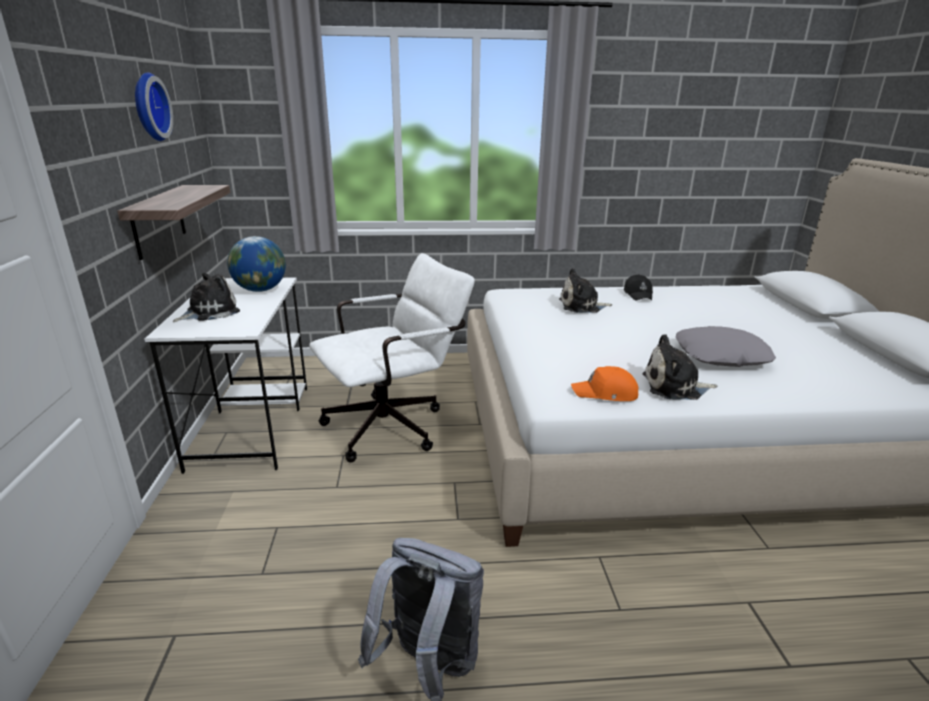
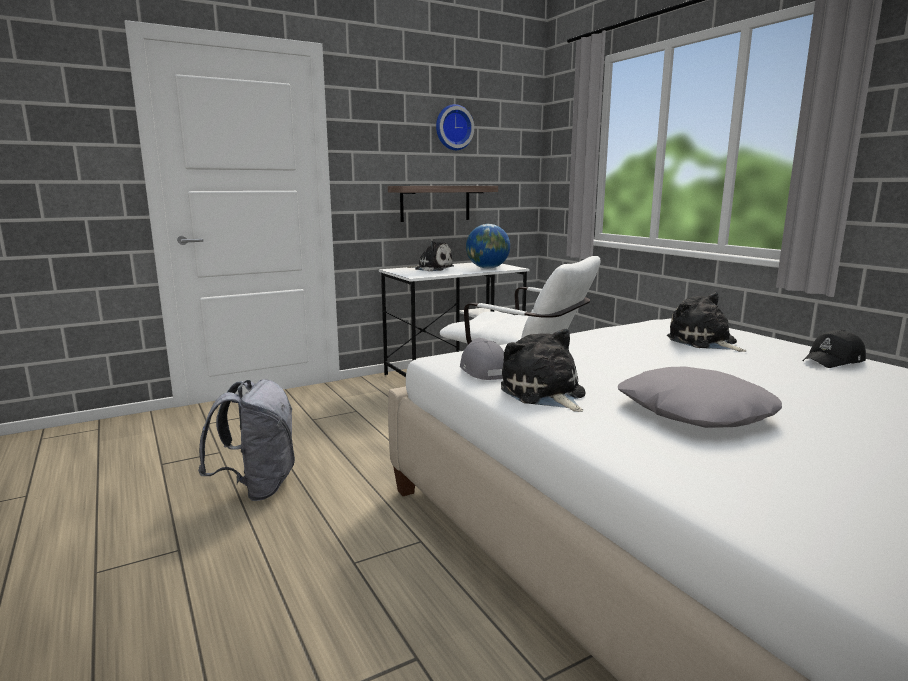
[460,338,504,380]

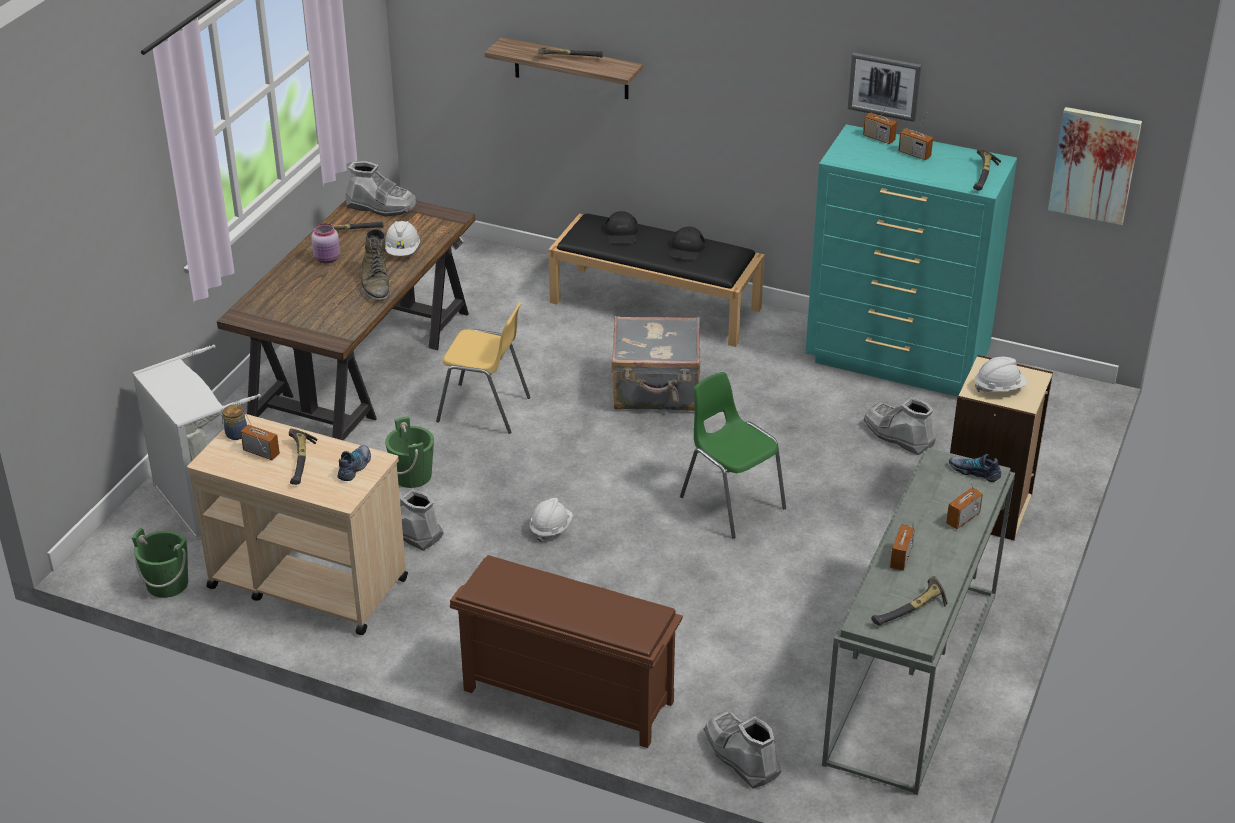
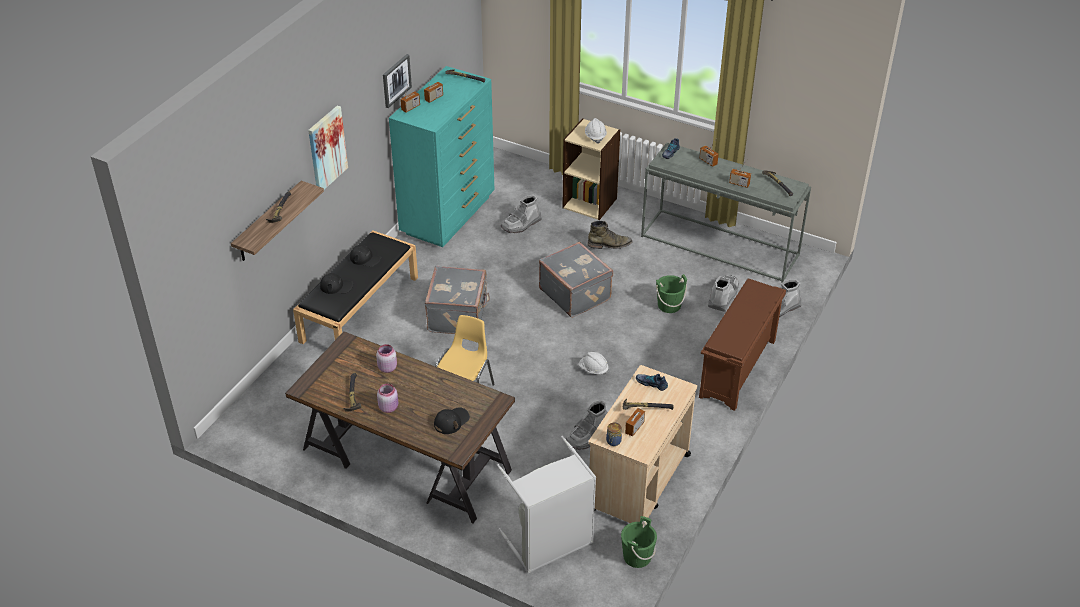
[308,106,348,190]
[708,275,739,312]
[376,344,397,373]
[587,221,633,249]
[539,242,613,318]
[656,274,687,313]
[434,407,470,434]

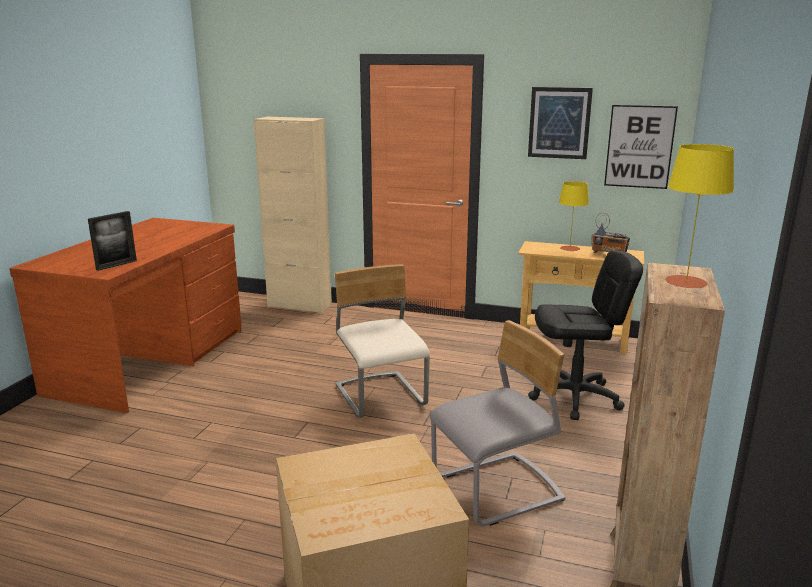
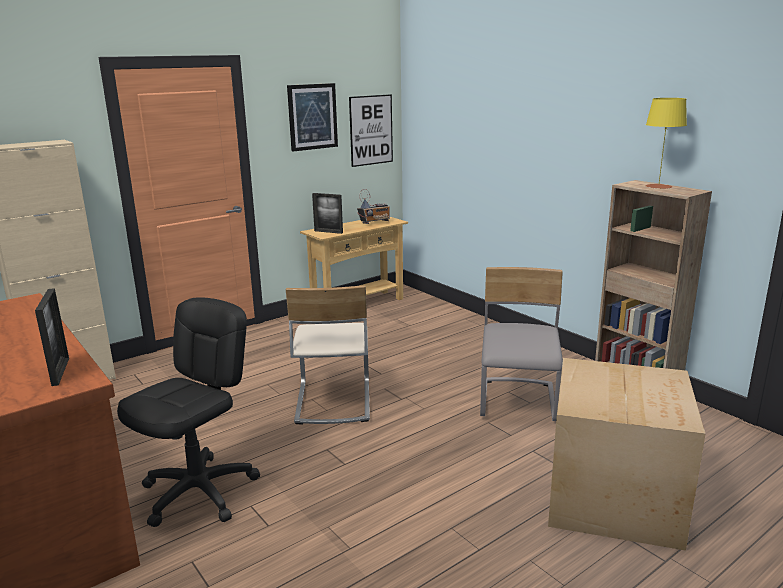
[559,181,589,251] (first image)
[117,297,260,527]
[286,285,370,425]
[312,193,343,234]

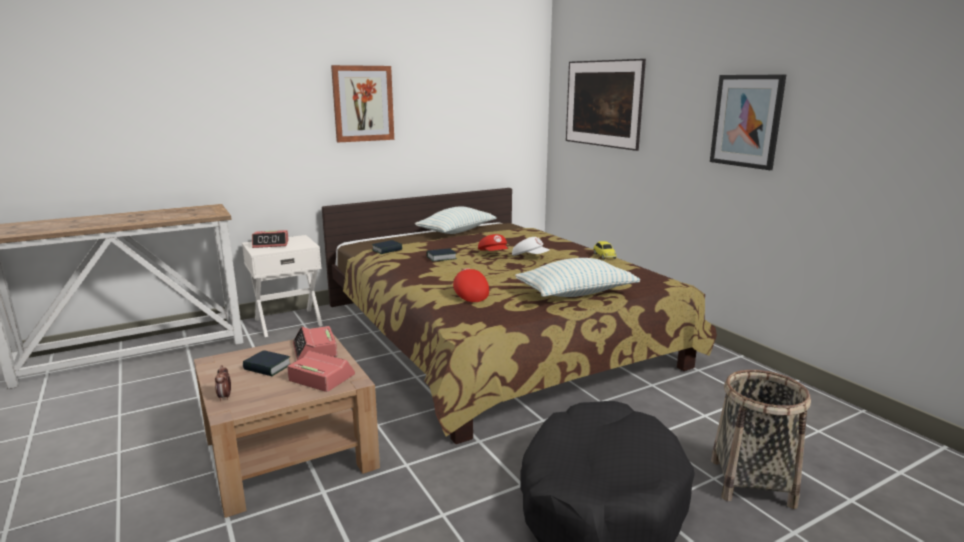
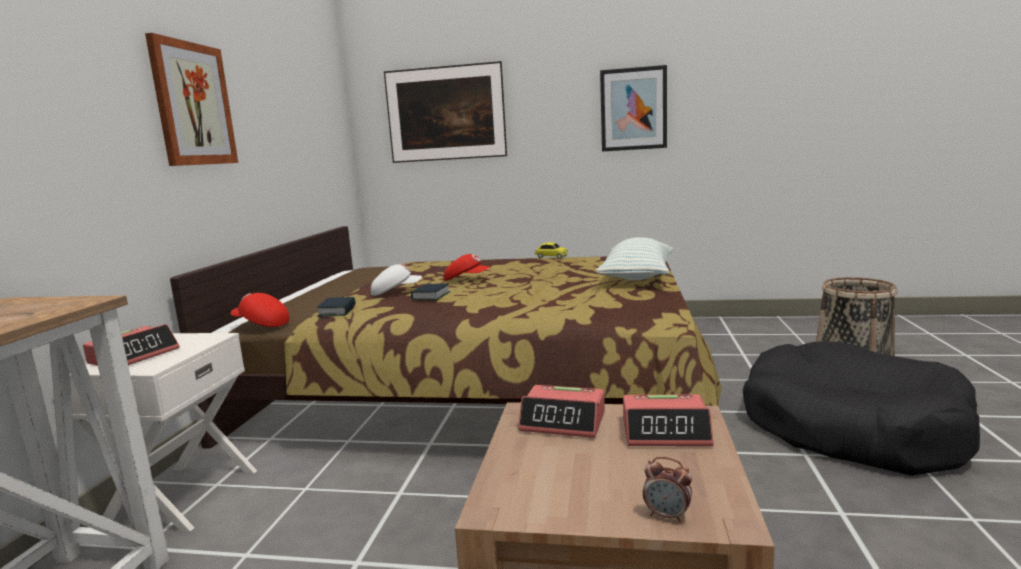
[415,207,496,234] (first image)
[371,264,422,296]
[231,293,289,327]
[243,350,290,376] (first image)
[623,394,714,446]

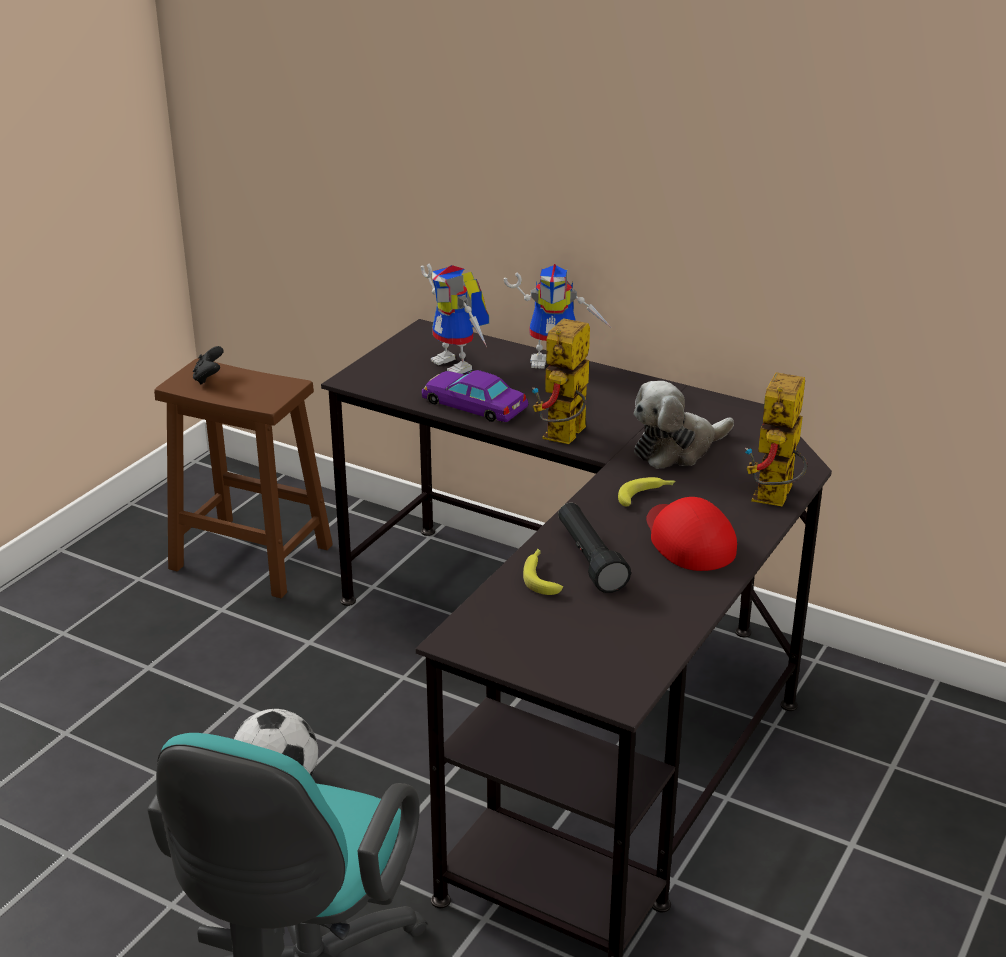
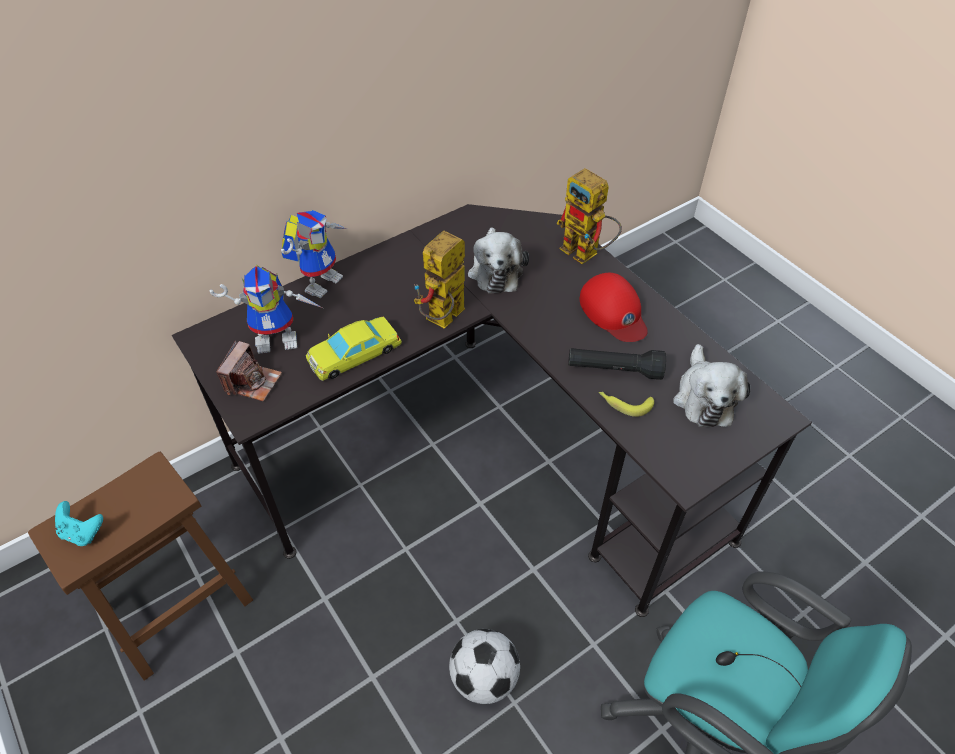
[414,230,465,329]
[55,501,103,546]
[306,317,402,381]
[618,477,675,506] (first image)
[580,273,648,342]
[217,341,282,401]
[673,344,750,427]

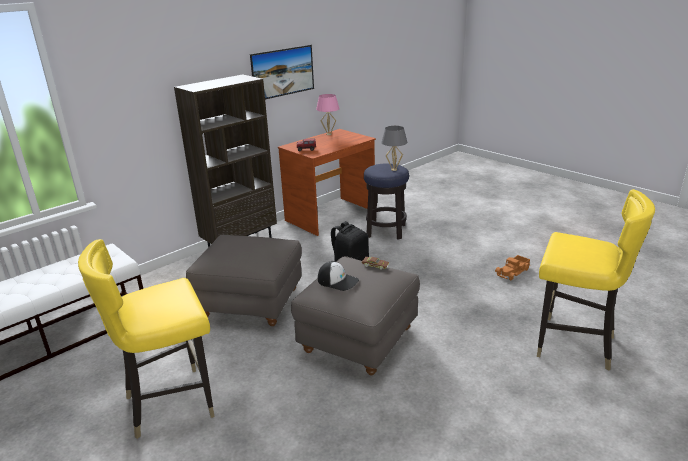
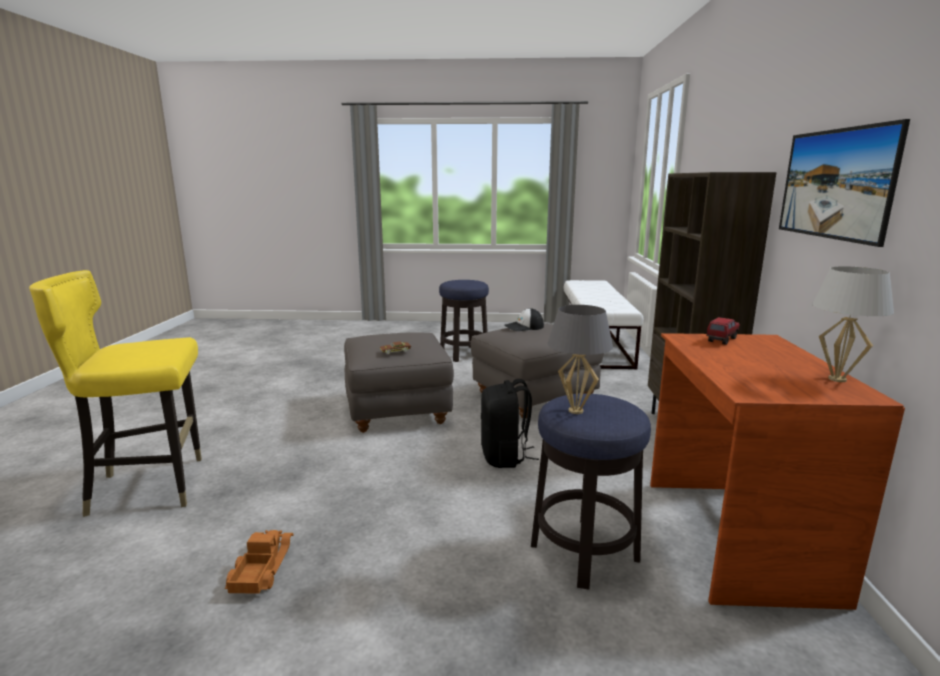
[812,266,894,382]
[439,280,489,362]
[505,308,544,331]

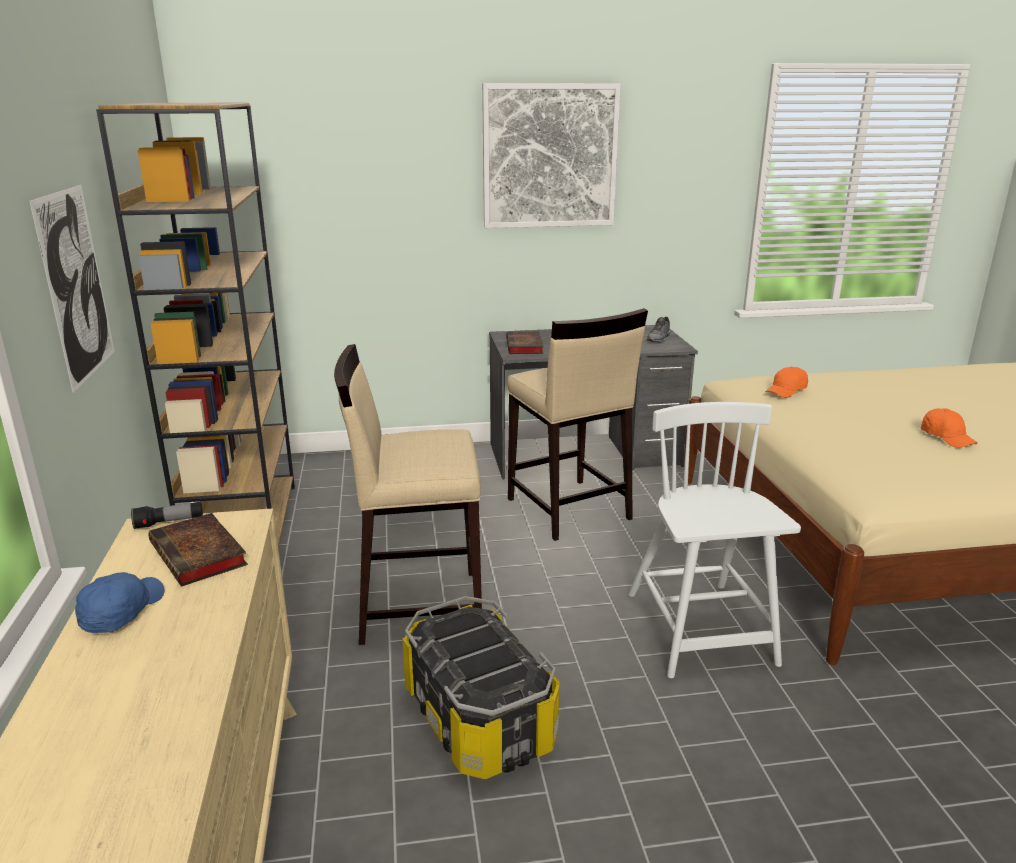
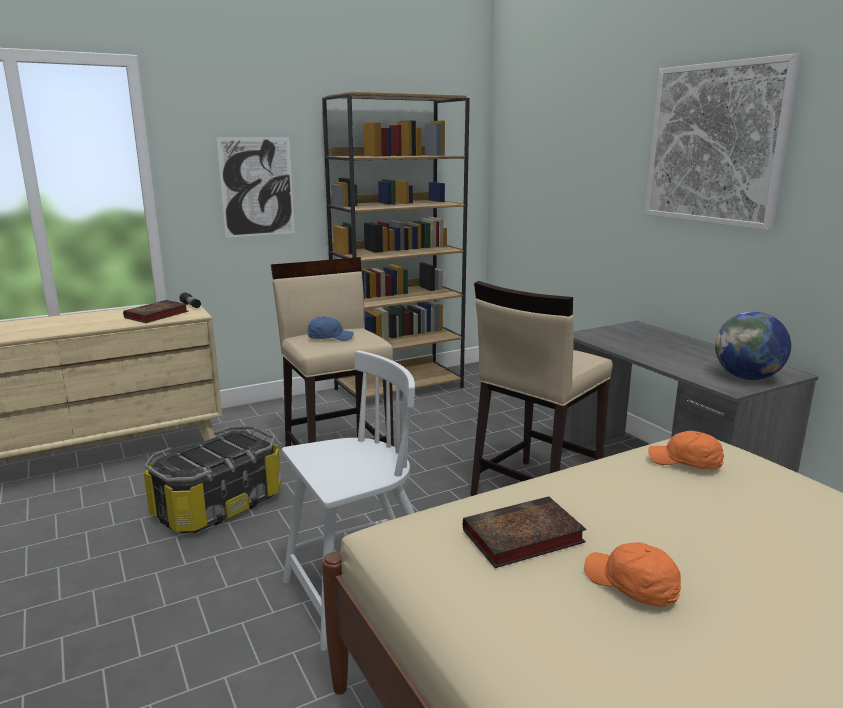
[715,312,791,380]
[463,496,586,568]
[584,542,681,607]
[307,317,354,341]

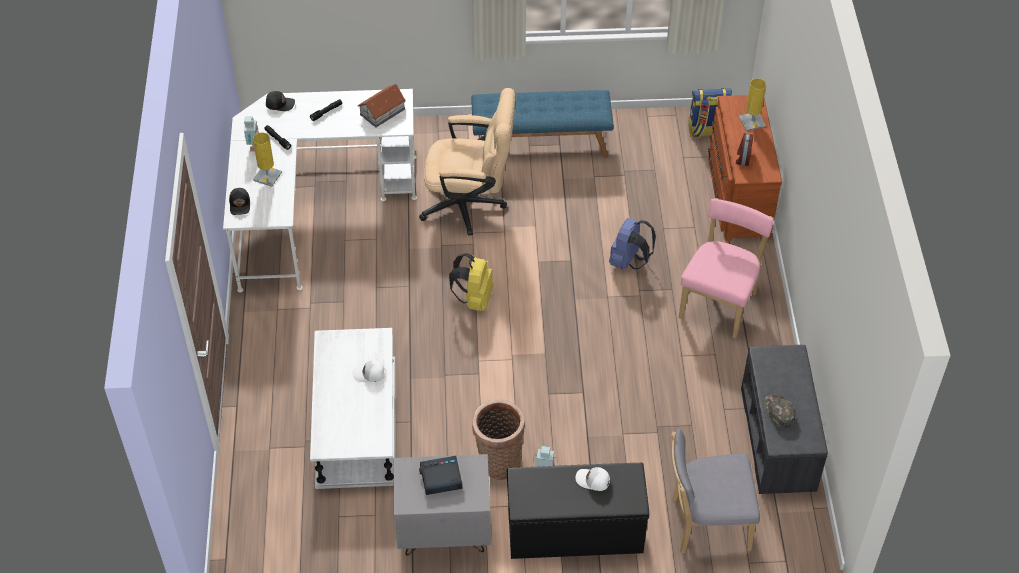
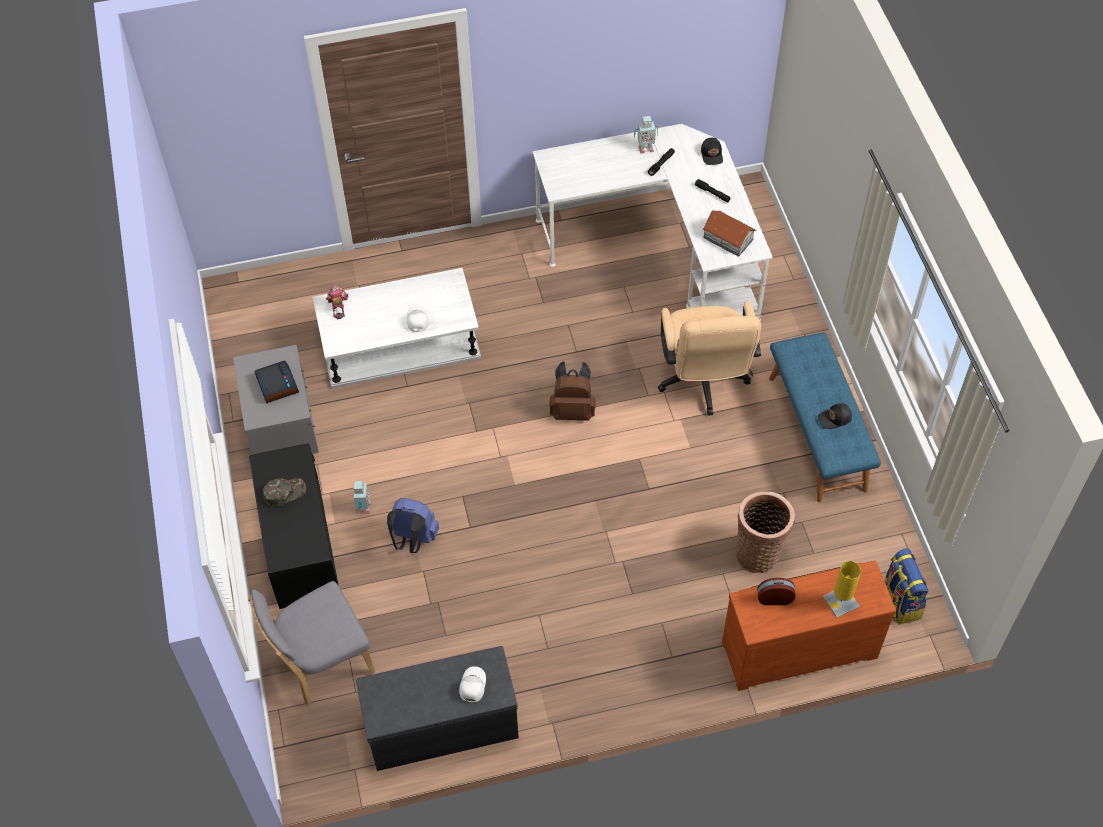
[253,132,282,187] (first image)
[818,403,852,429]
[679,198,774,339] (first image)
[387,498,439,553]
[549,361,596,420]
[263,478,306,507]
[736,492,795,573]
[248,581,375,705]
[459,666,486,702]
[325,284,348,319]

